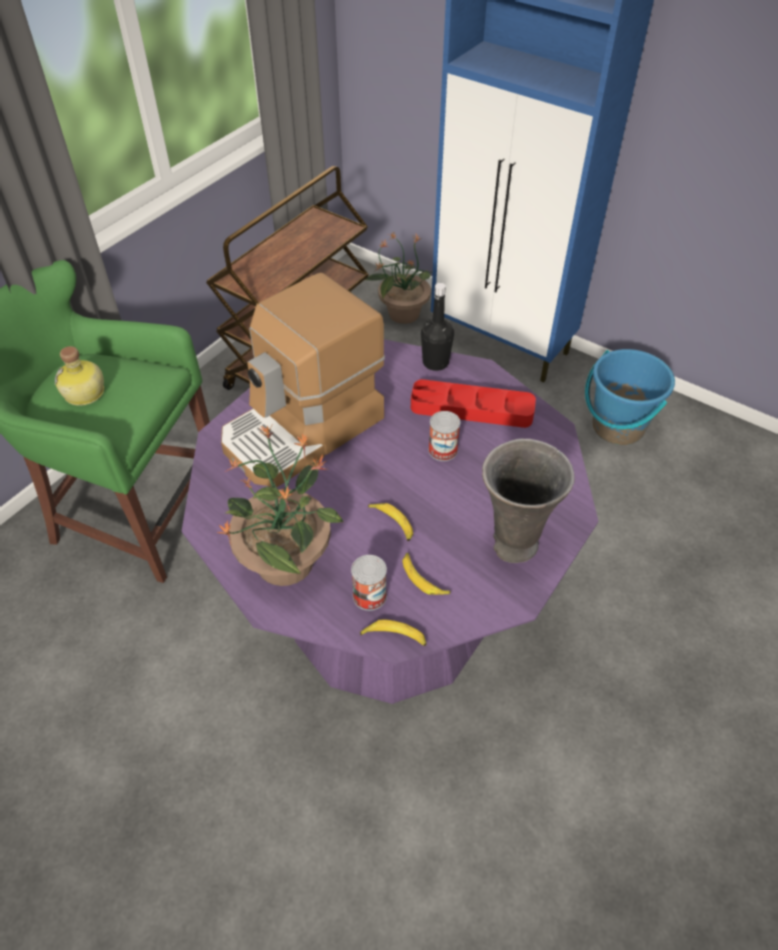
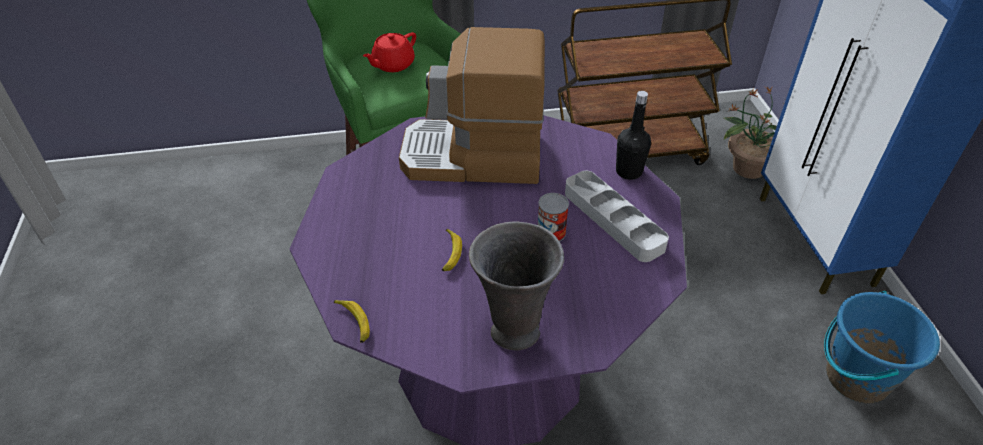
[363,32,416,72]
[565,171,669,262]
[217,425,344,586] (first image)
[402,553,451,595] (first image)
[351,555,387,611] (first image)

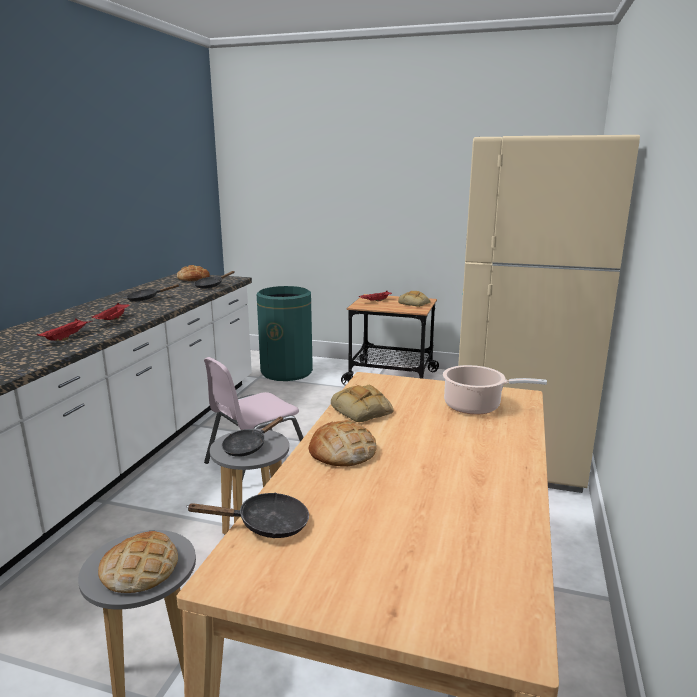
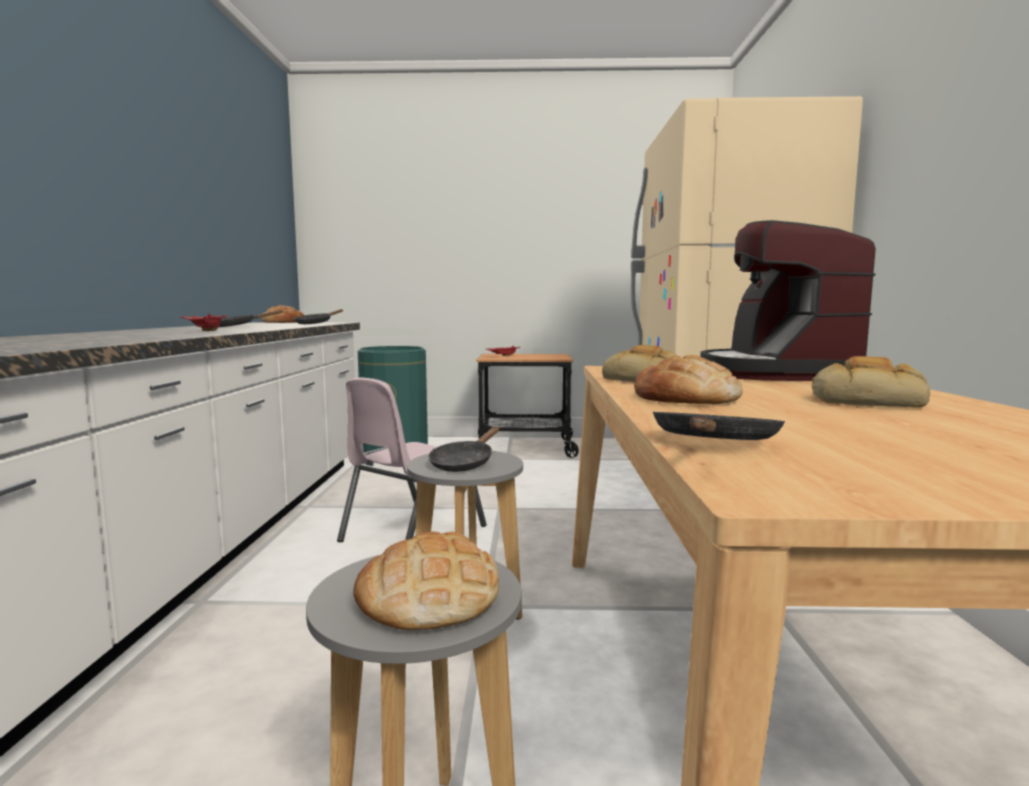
[812,356,930,408]
[37,319,93,341] (first image)
[700,220,876,381]
[653,412,785,440]

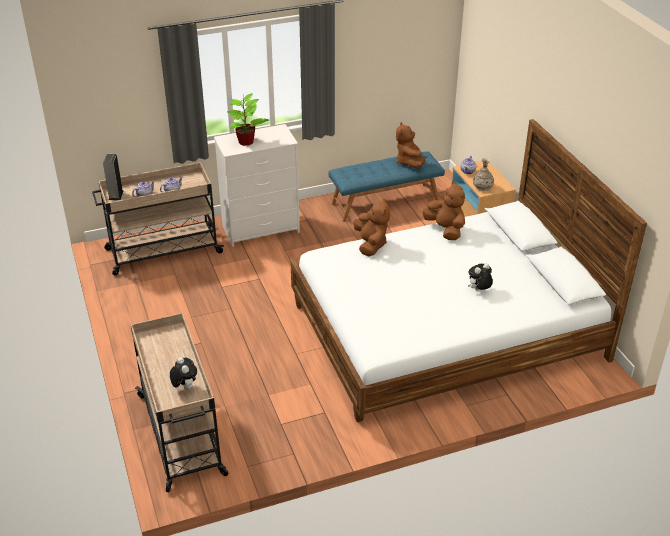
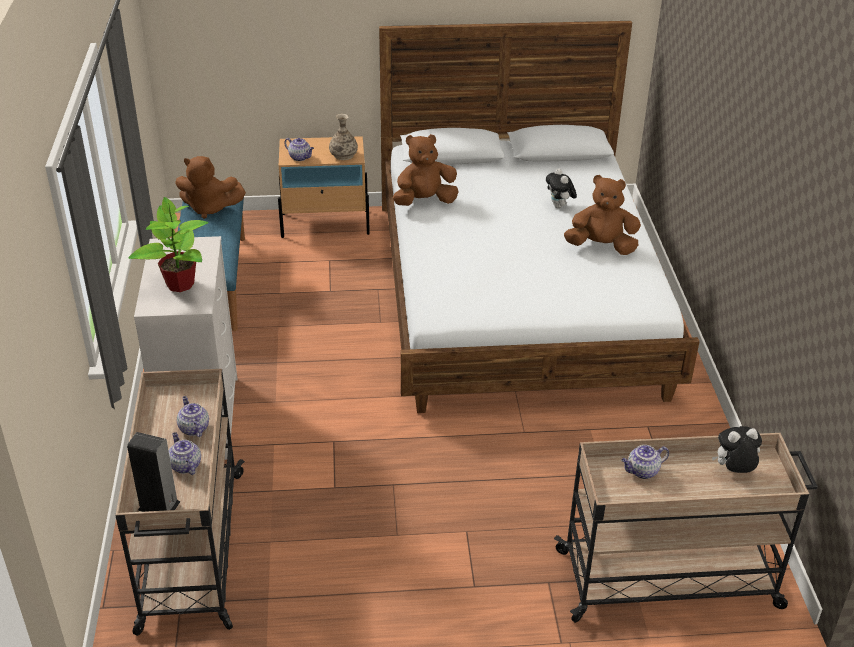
[564,175,641,255]
[621,445,669,479]

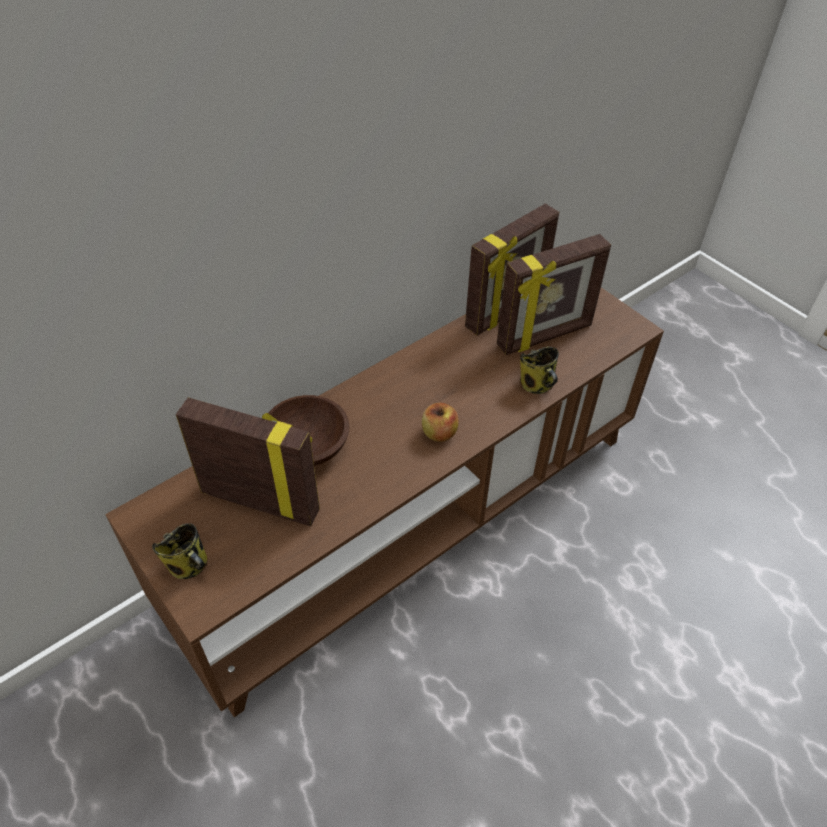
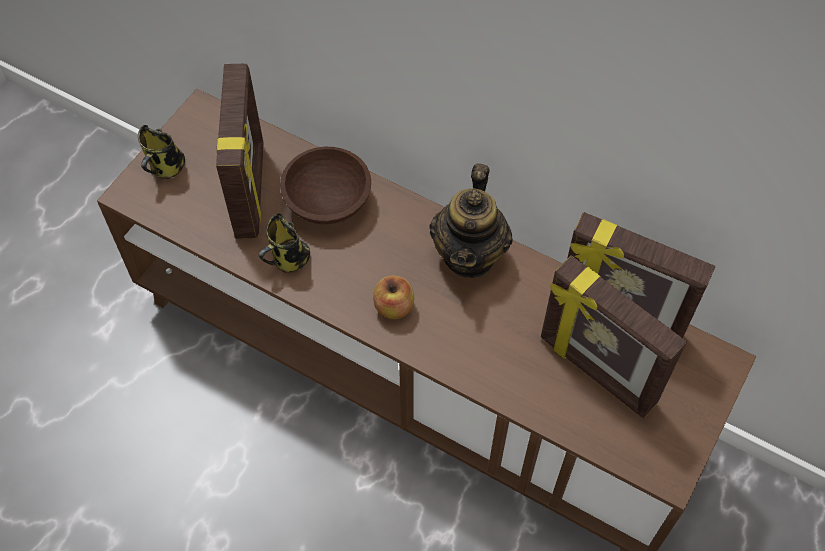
[258,213,310,272]
[429,163,513,278]

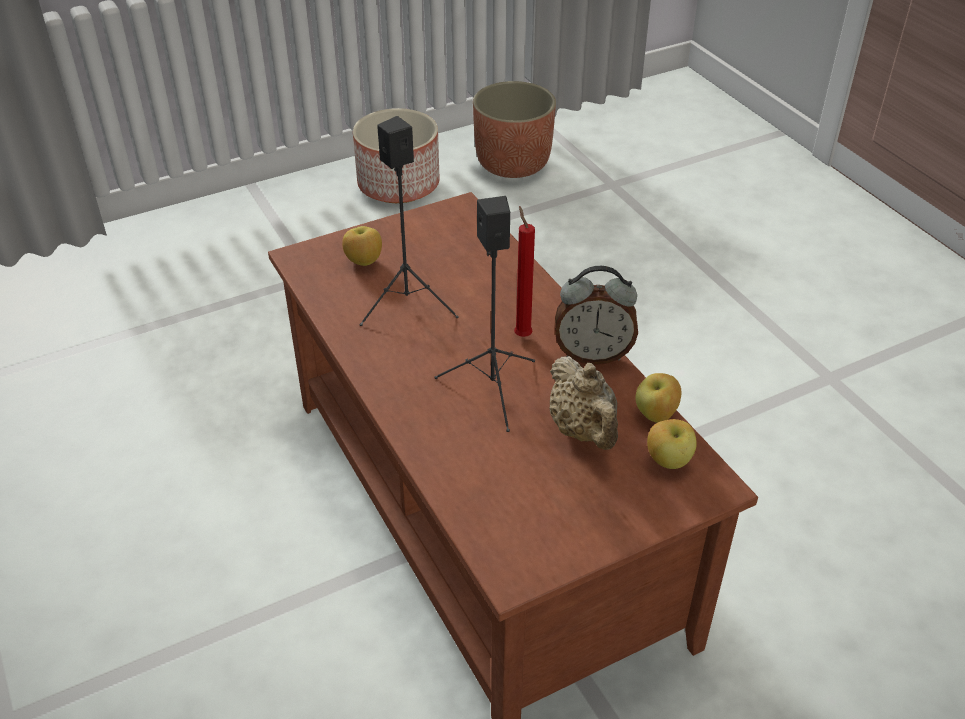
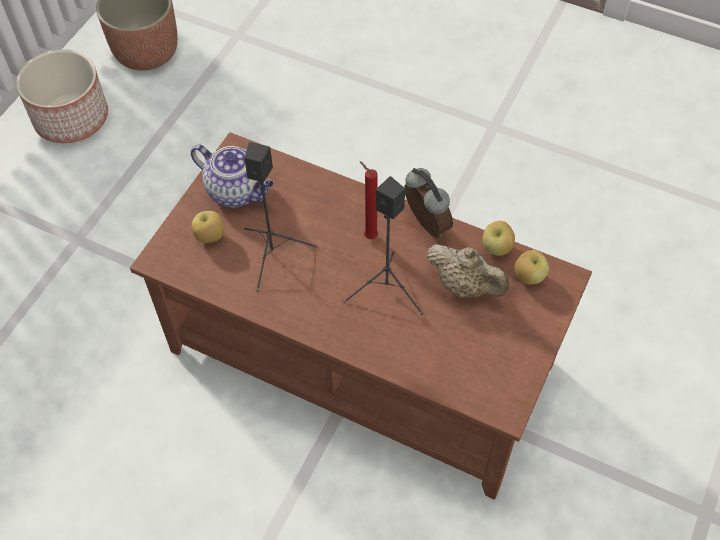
[404,168,453,237]
[191,145,274,207]

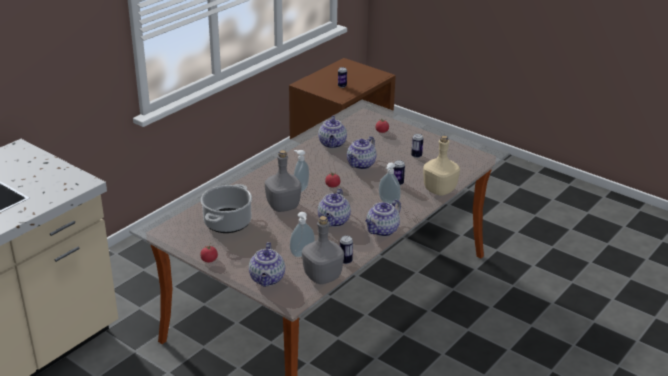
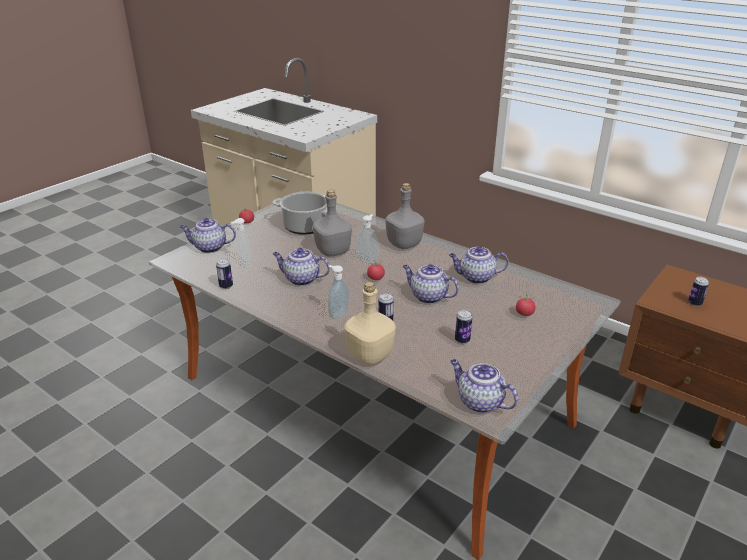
[450,359,518,413]
[386,183,425,249]

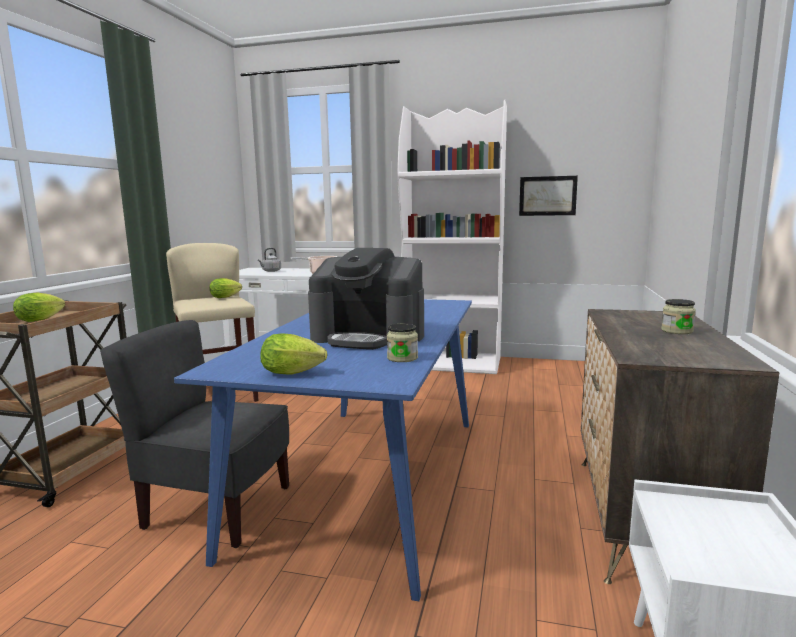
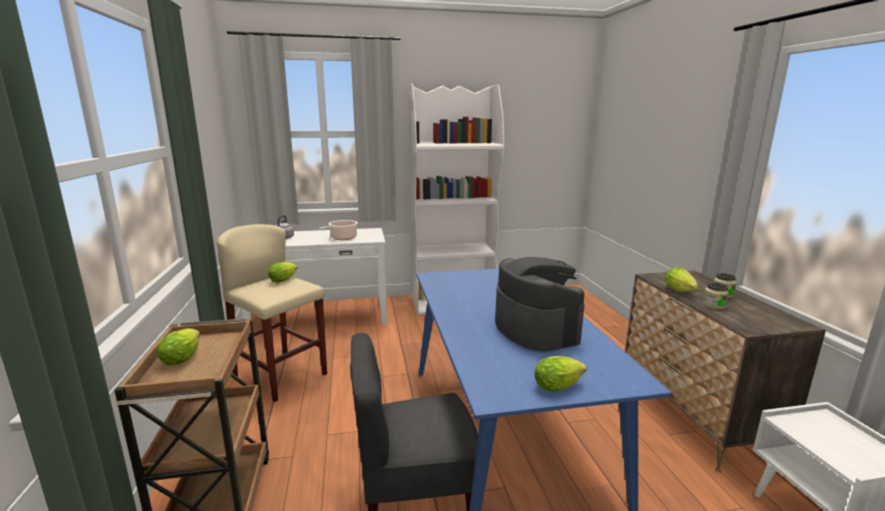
[519,176,578,216] (first image)
[495,257,585,352]
[703,283,729,310]
[665,267,699,292]

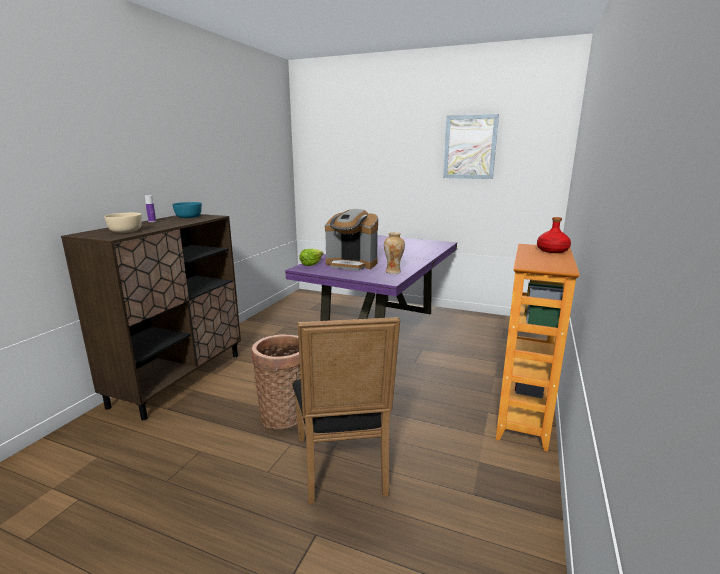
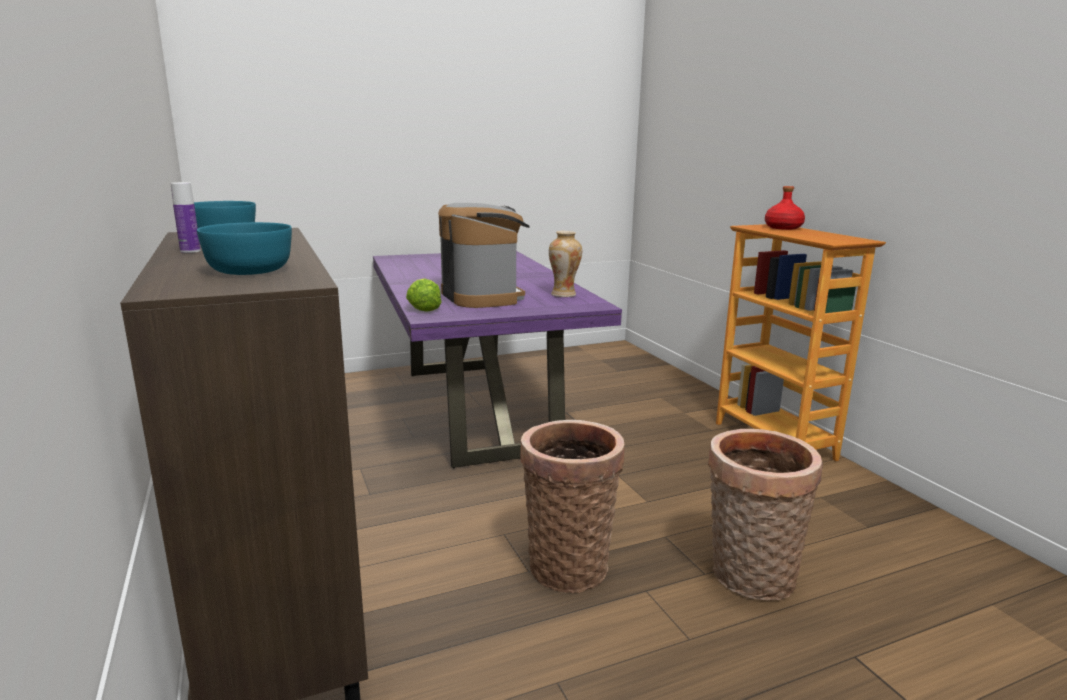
[443,114,499,179] (first image)
[438,203,530,308]
[197,222,292,275]
[707,429,823,601]

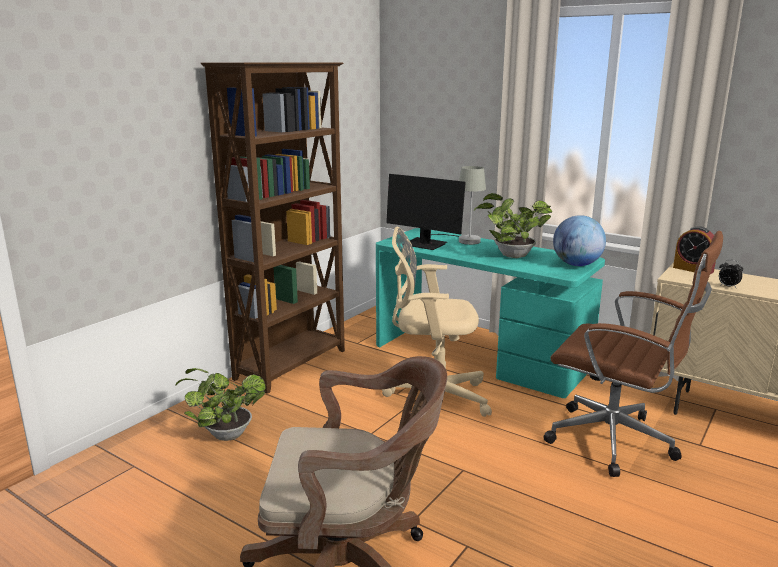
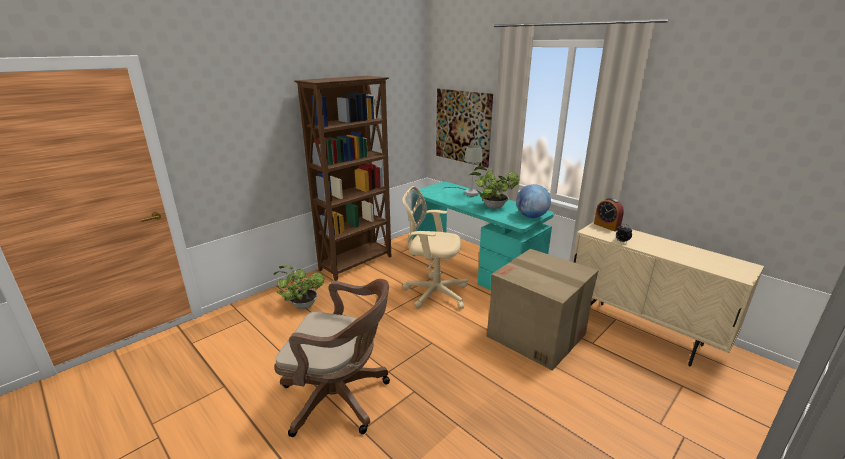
[386,174,466,250] (first image)
[487,249,599,371]
[436,88,493,168]

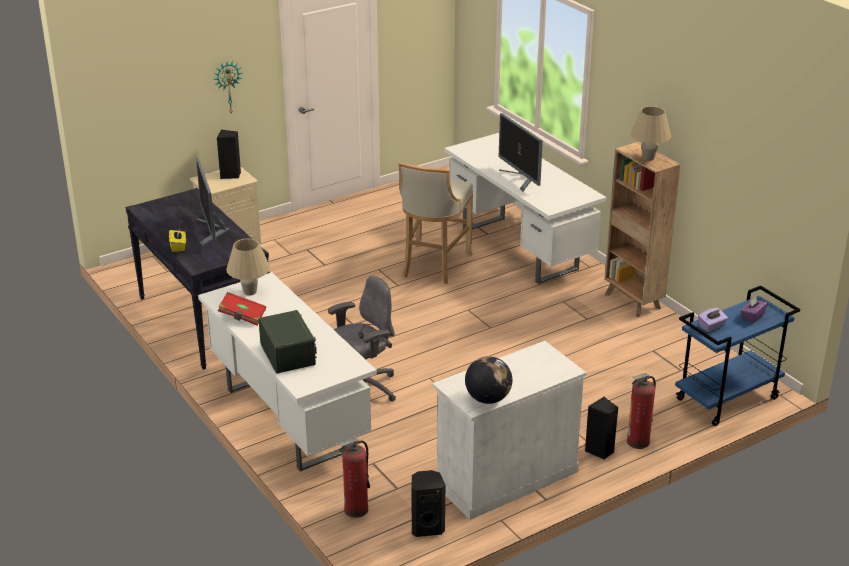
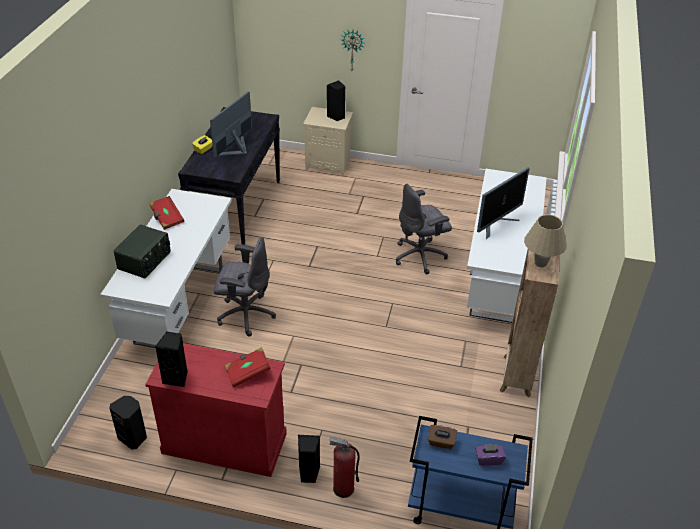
[477,167,530,239]
[396,184,452,274]
[227,238,270,296] (first image)
[428,425,457,449]
[145,343,287,477]
[155,332,188,387]
[339,438,370,518] (first image)
[225,347,271,387]

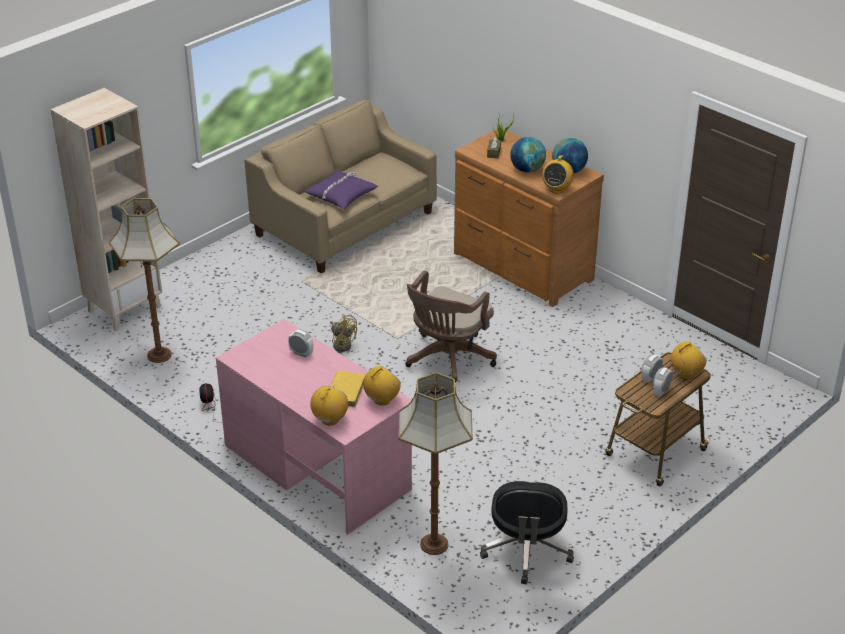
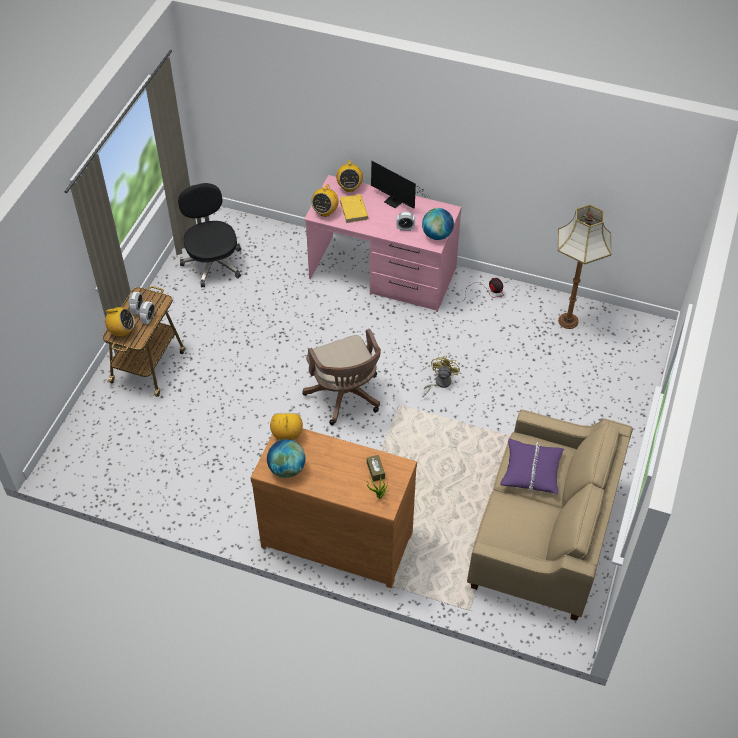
[51,88,162,331] (first image)
[422,208,454,240]
[302,329,381,425]
[422,356,460,398]
[105,307,135,337]
[399,373,473,555] (first image)
[371,161,424,209]

